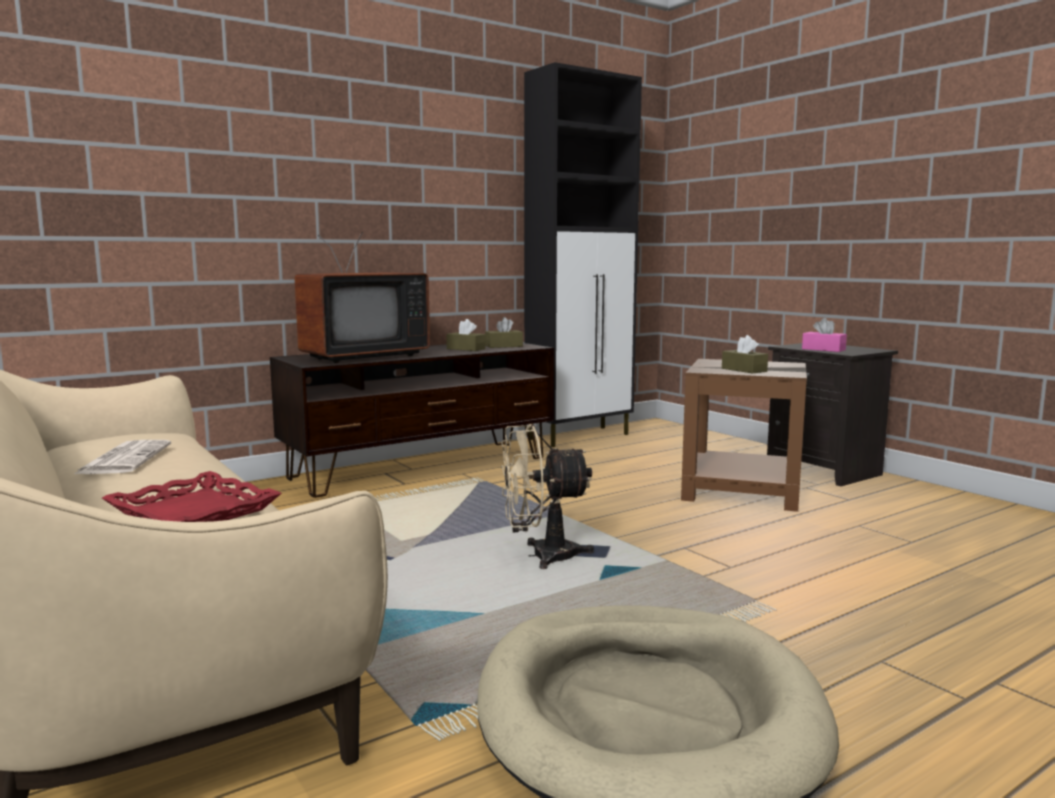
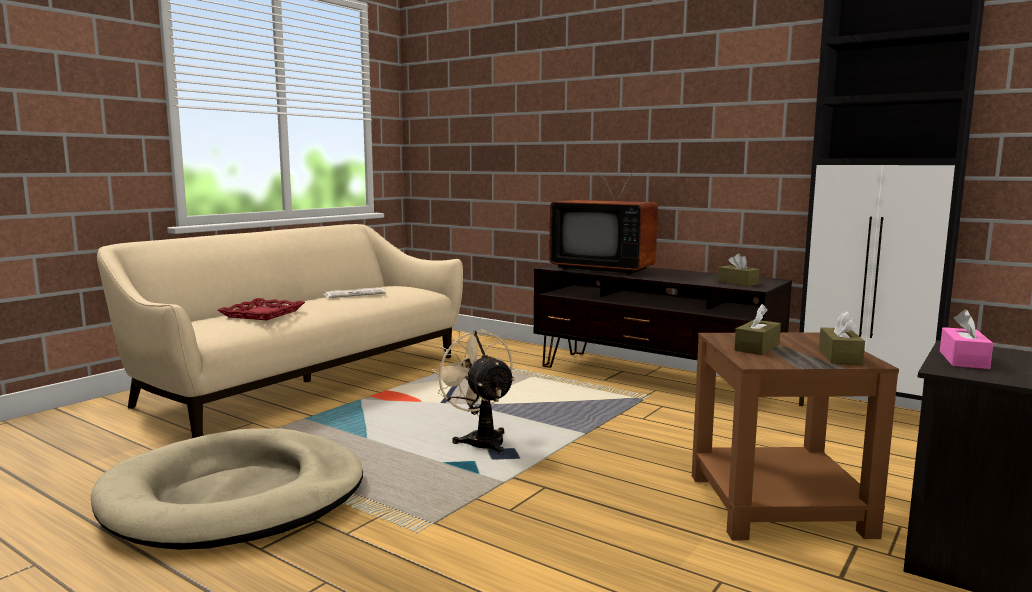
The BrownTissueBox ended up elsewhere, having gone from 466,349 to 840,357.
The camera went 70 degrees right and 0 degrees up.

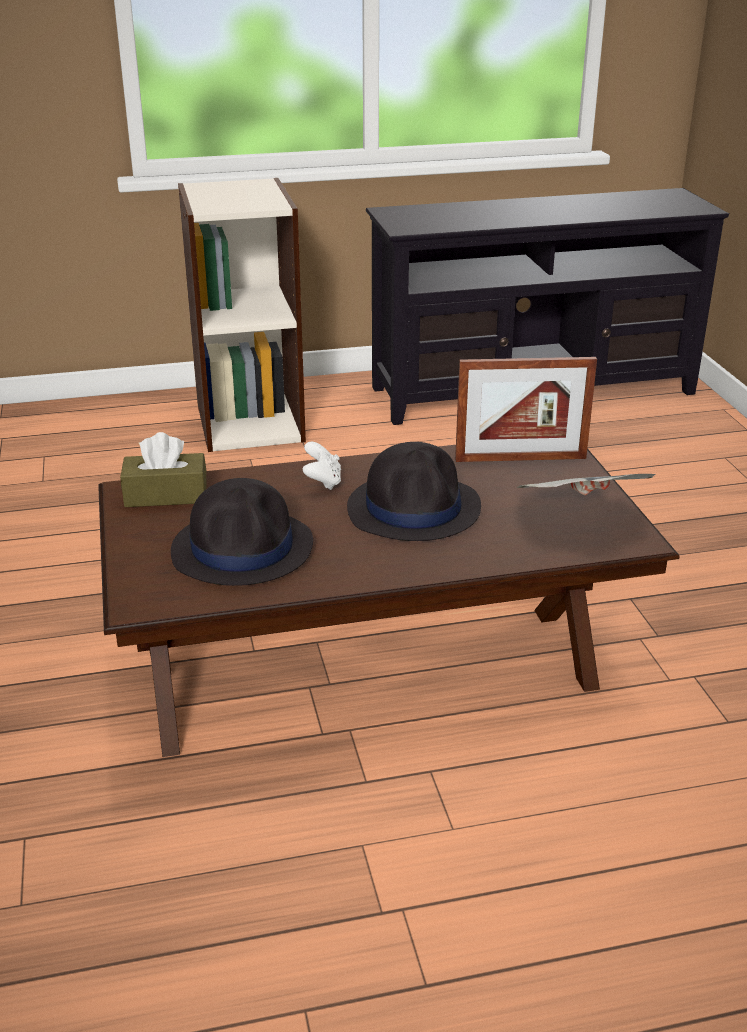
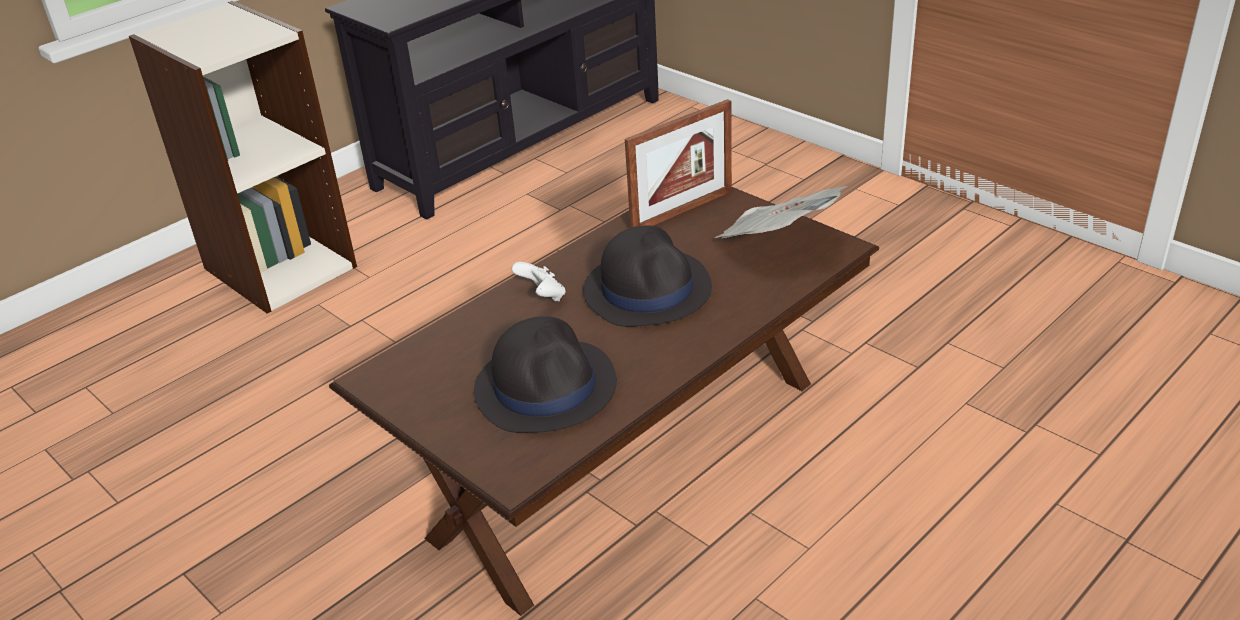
The second view lost the BrownTissueBox at 166,495.
The camera went 30 degrees left and 5 degrees up.

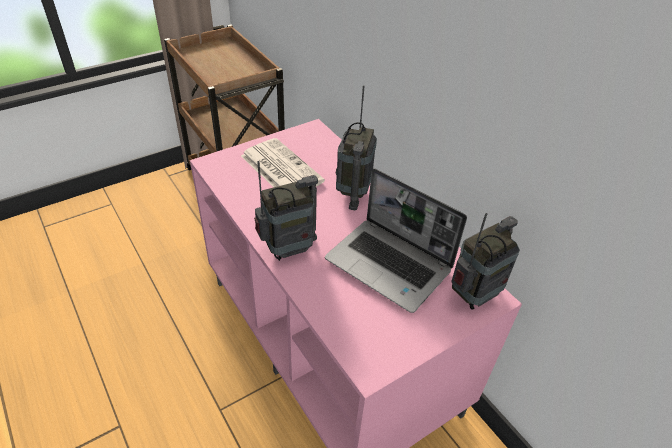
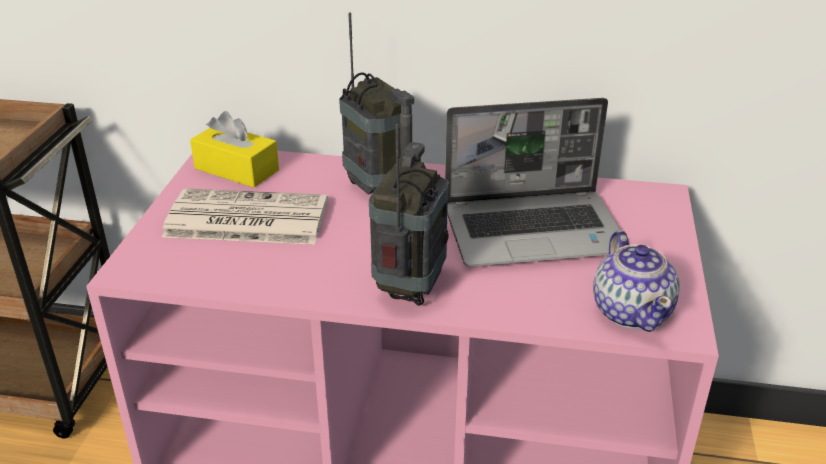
The second view lost the Radio at 474,296.
The second view gained the YellowTissueBox at 236,169.
The second view gained the Teapot at 632,311.
The camera went 45 degrees left and 10 degrees down.

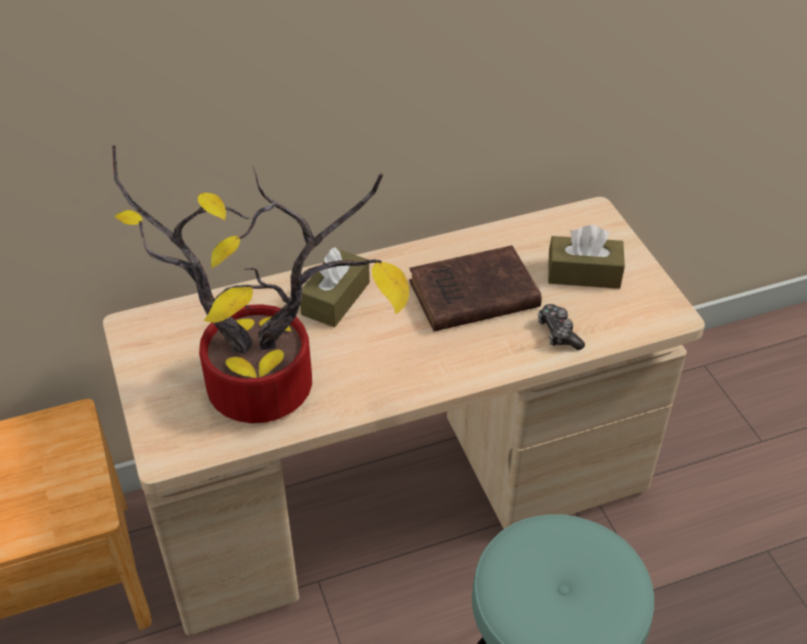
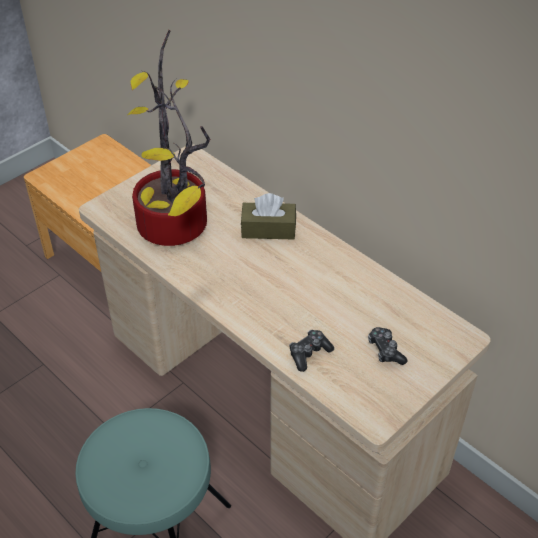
Where the BrownTissueBox stood at 583,273, the GameController came to stand at 385,350.
The second view lost the BrownBook at 470,295.
The camera went 65 degrees right and 0 degrees up.

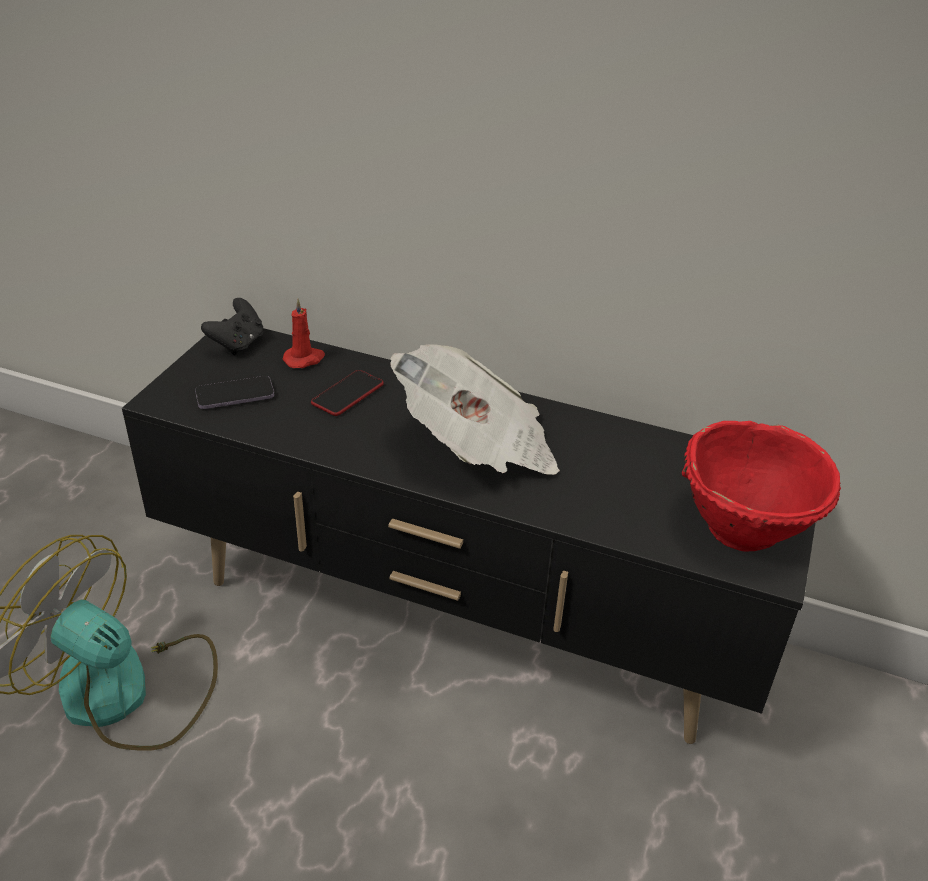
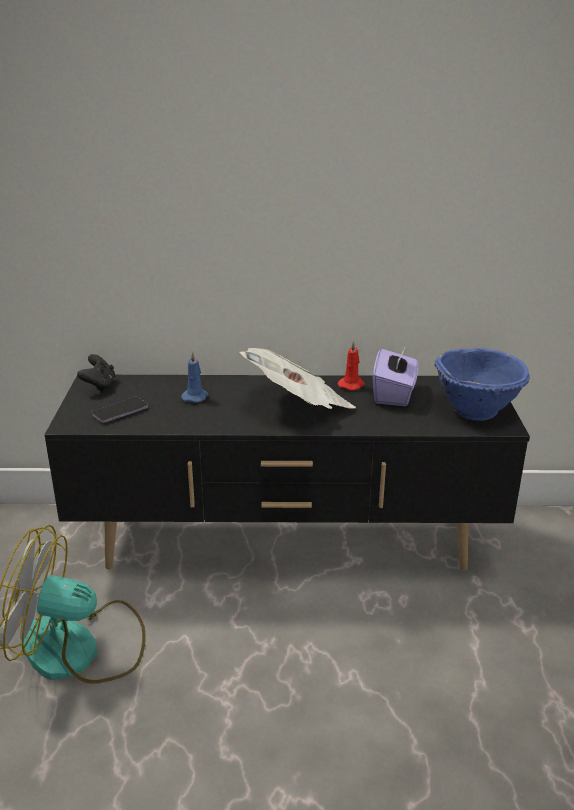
The RedCandle ended up elsewhere, having gone from 304,359 to 352,385.
Where the Phone stood at 347,394, the BlueCandle came to stand at 195,396.
What was the RedBowl at 746,527 turned into the BlueBowl at 476,410.
The second view gained the PurpleTissueBox at 394,394.
The camera went 20 degrees left and 10 degrees down.

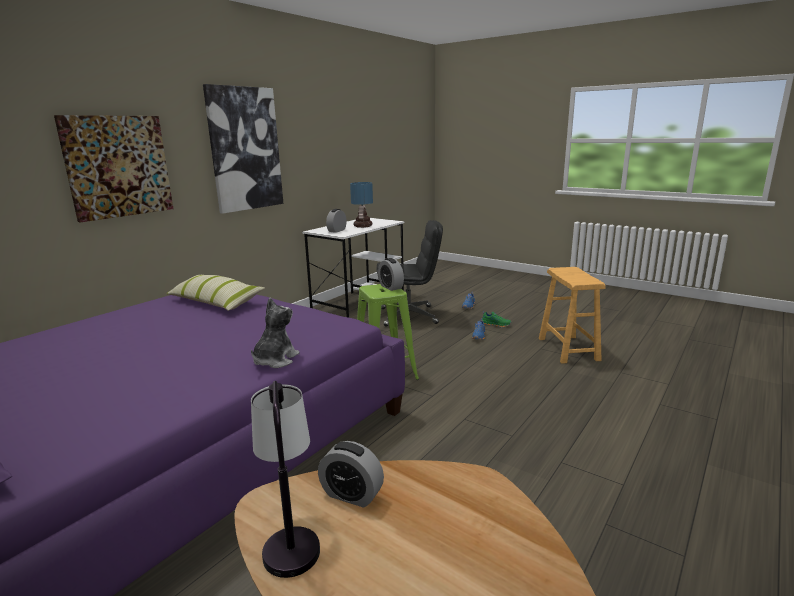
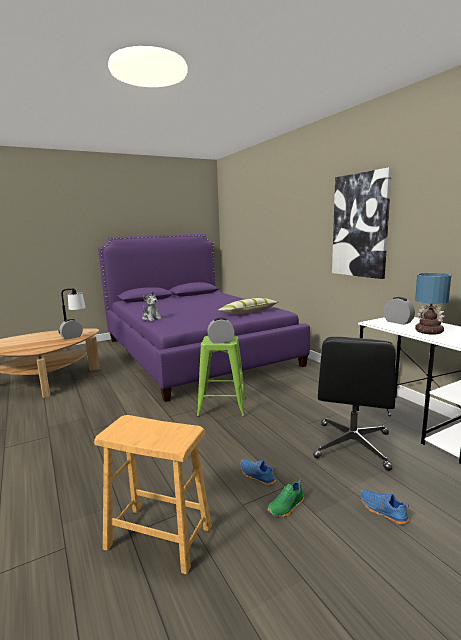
The second view lost the Picture at 118,166.
The camera went 115 degrees right and 5 degrees down.

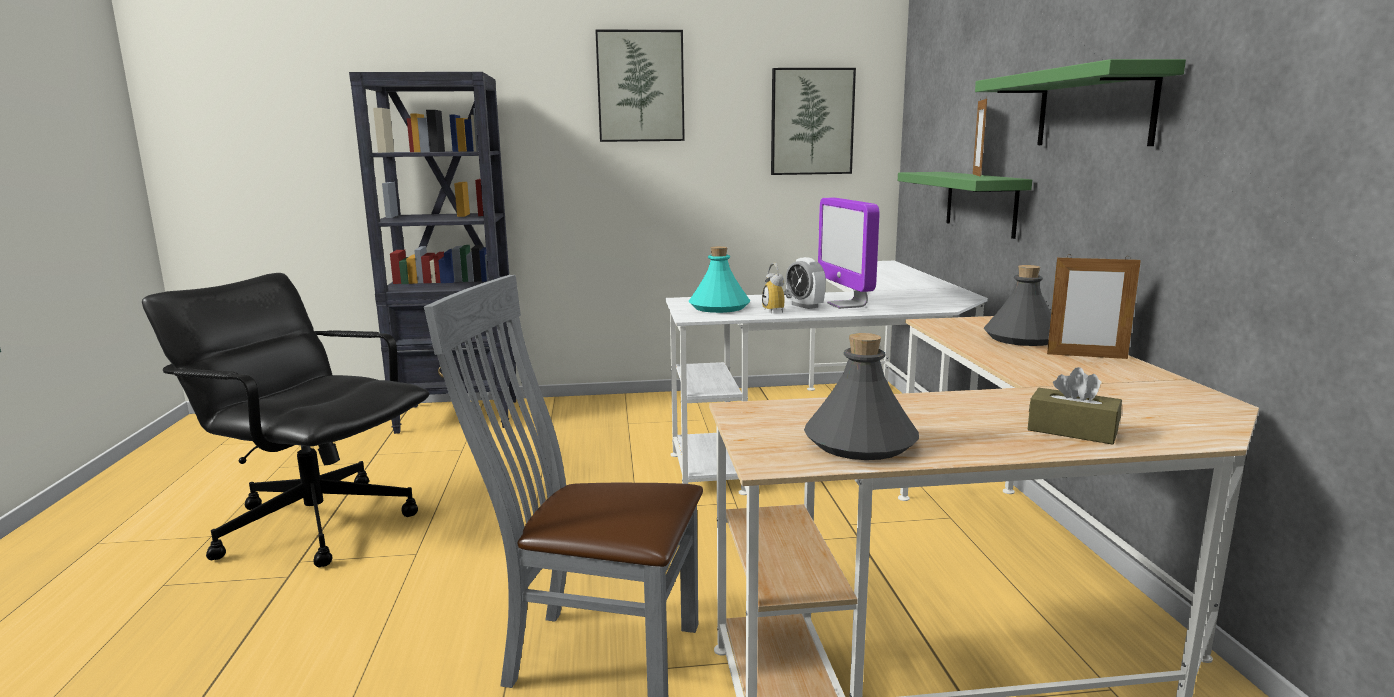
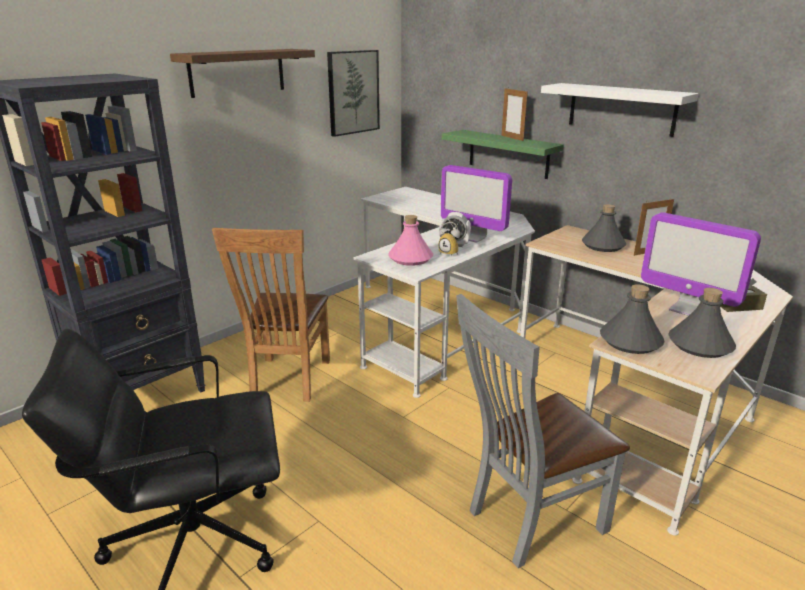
Where the Picture hung at 640,86, the BrownShelf came to hang at 237,72.
What was the GreenShelf at 1094,109 turned into the WhiteShelf at 621,109.
What was the TurquoiseBottle at 719,307 turned into the PinkBottle at 410,258.
The second view gained the Monitor at 686,309.
The second view gained the BrownChair at 287,381.
The second view gained the GreyBottle at 631,342.
The camera went 40 degrees left and 10 degrees up.

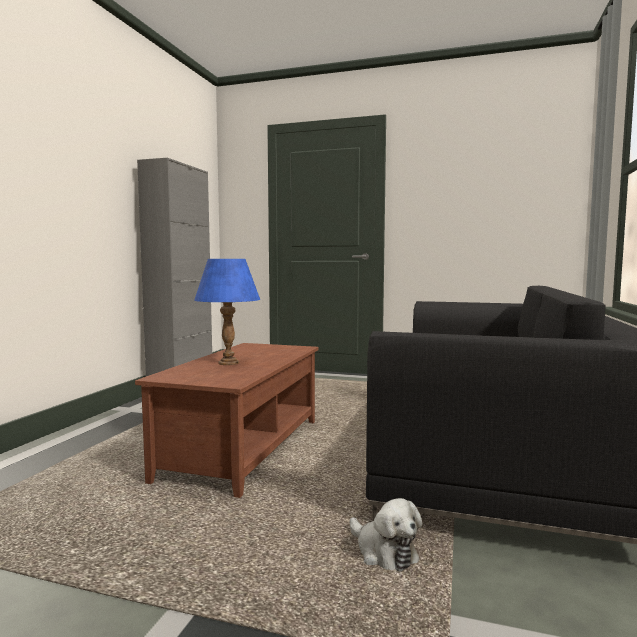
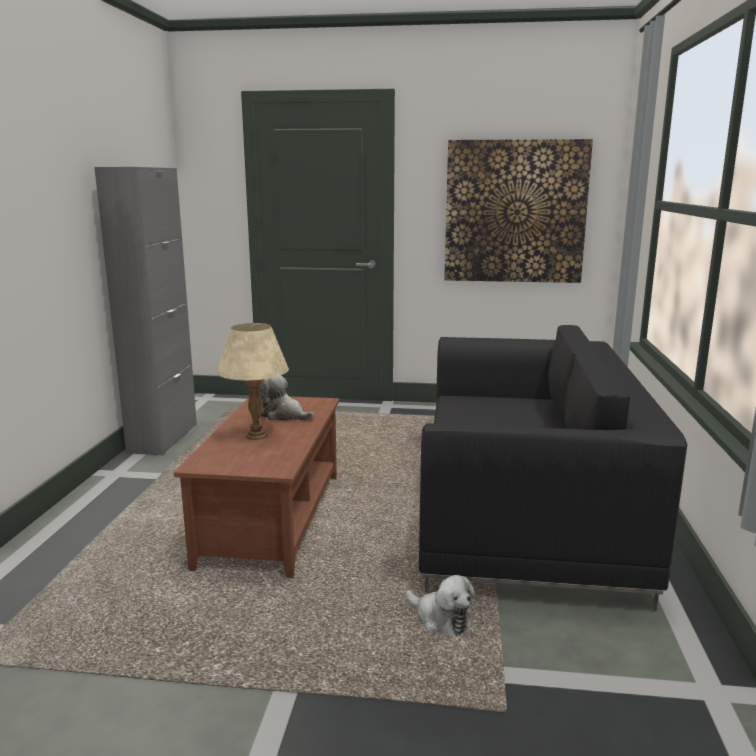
What was the BlueTableLamp at 229,363 turned into the BeigeTableLamp at 257,435.
The second view gained the Picture at 515,212.
The second view gained the PlushToy at 284,416.
The camera went 10 degrees left and 10 degrees up.

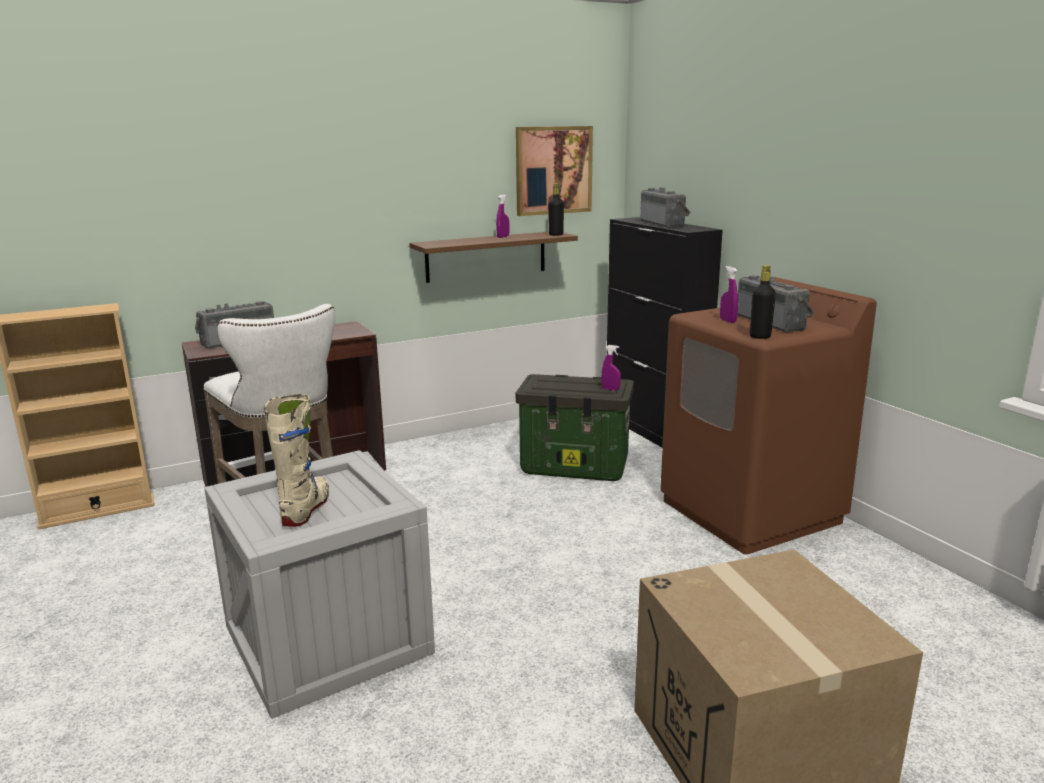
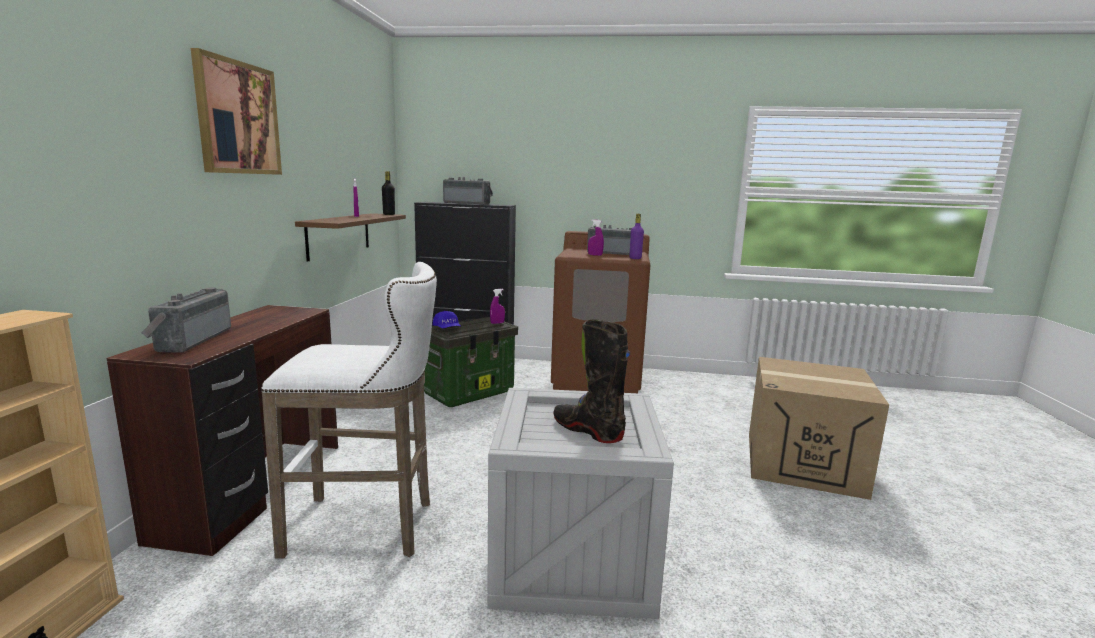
The Picture ended up elsewhere, having gone from 553,170 to 237,118.
What was the BlackBottle at 760,336 turned into the PurpleBottle at 635,258.
What was the BeigeBoot at 306,509 turned into the BlackBoot at 588,430.
The second view gained the BlueCap at 447,329.
The camera went 55 degrees left and 5 degrees down.

